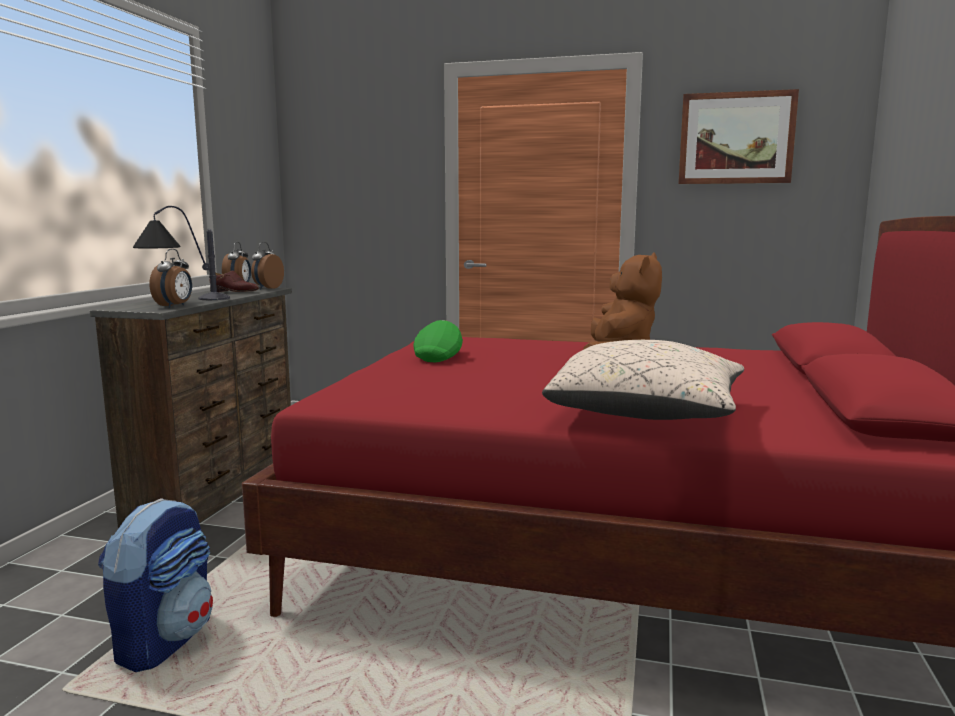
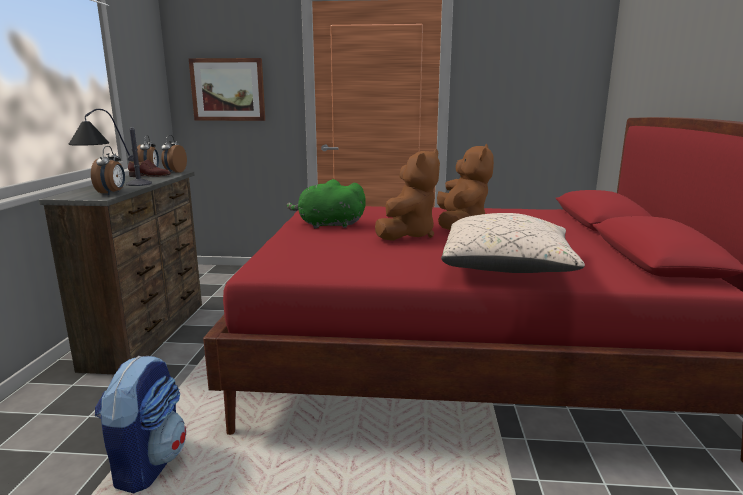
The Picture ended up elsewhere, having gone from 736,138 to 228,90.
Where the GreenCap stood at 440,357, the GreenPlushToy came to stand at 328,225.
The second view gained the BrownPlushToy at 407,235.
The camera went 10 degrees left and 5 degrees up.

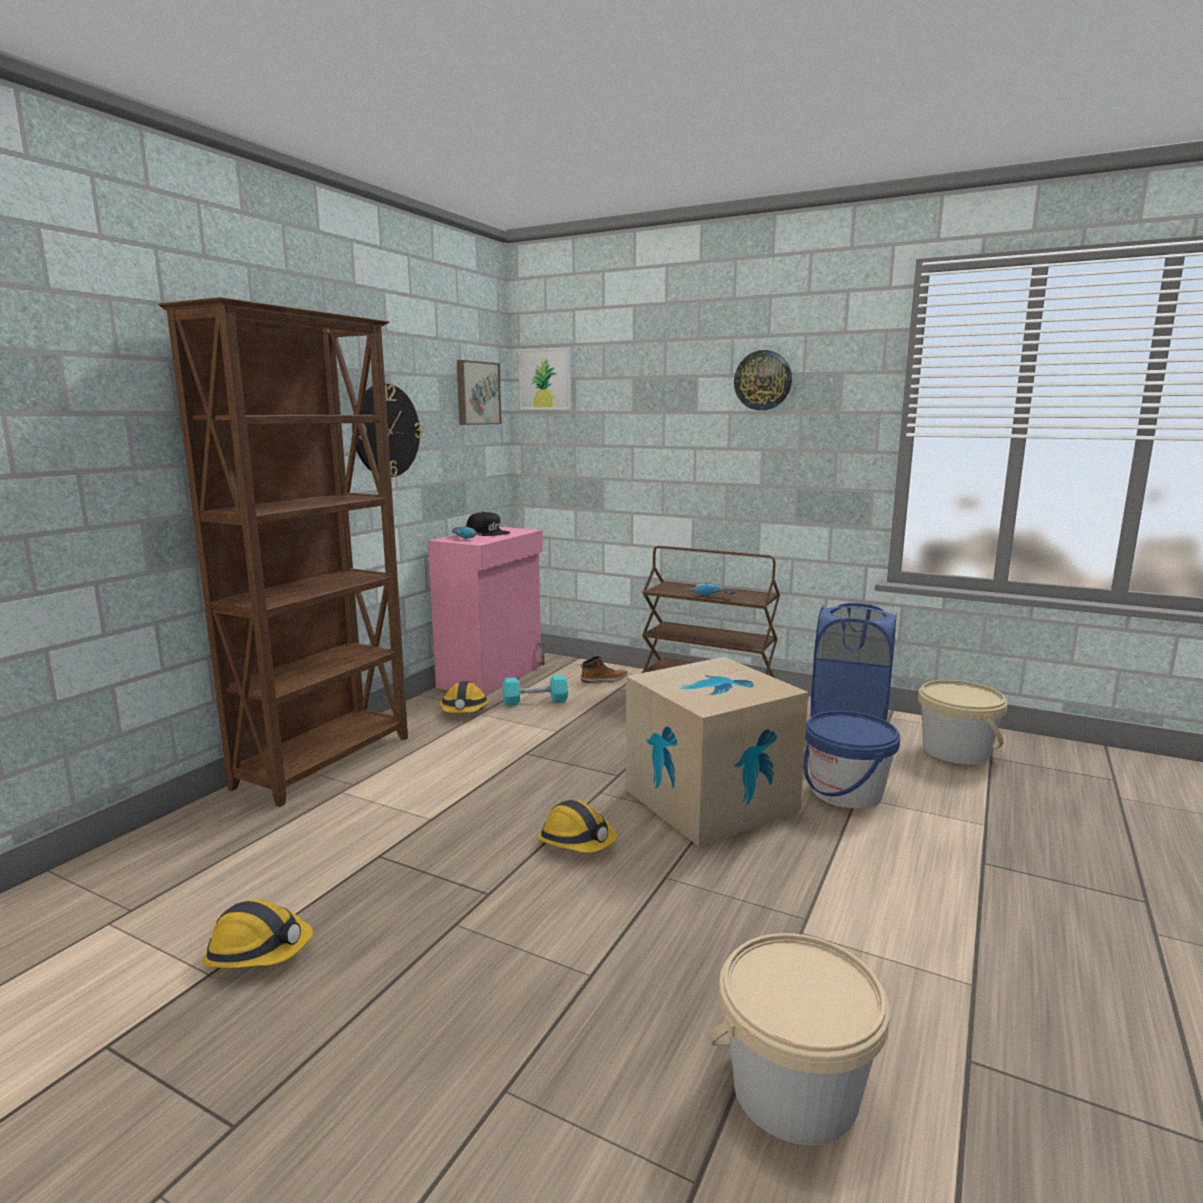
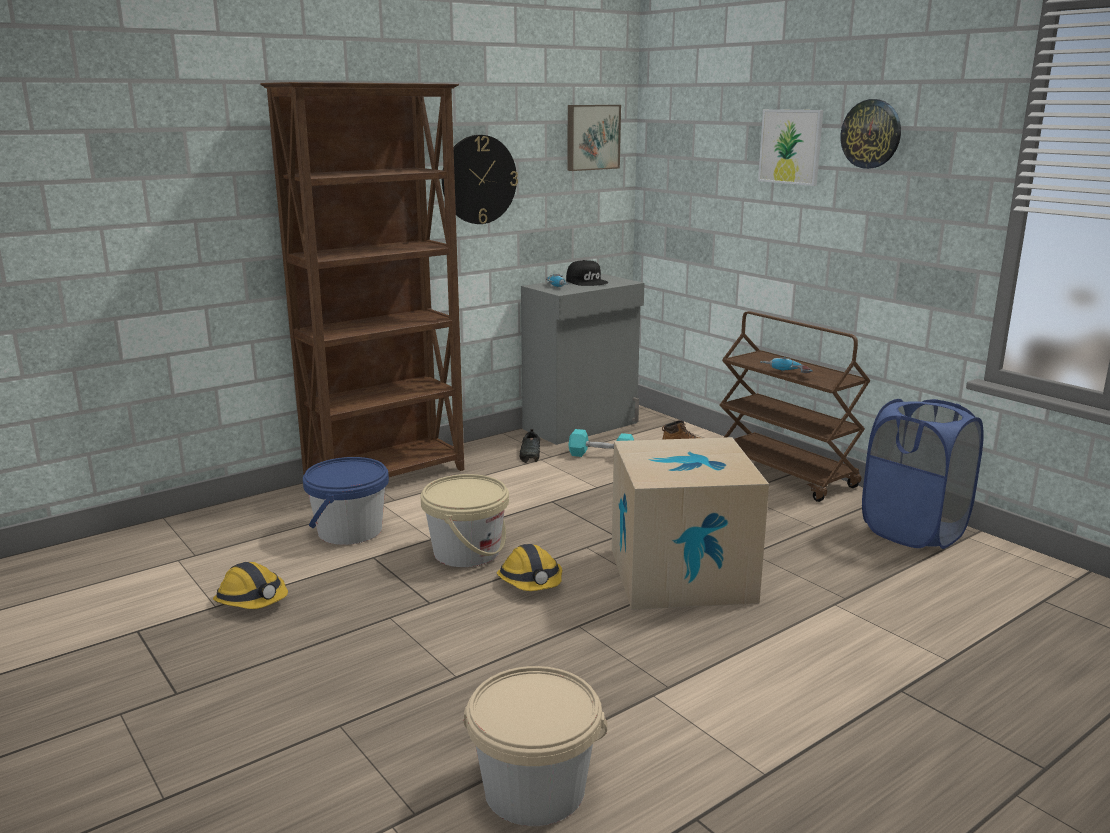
The Picture ended up elsewhere, having gone from 545,379 to 790,146.
What was the PinkCabinet at 493,676 turned into the GreyCabinet at 582,426.
The BeigeBucket ended up elsewhere, having gone from 955,751 to 467,552.
Where the HardHat stood at 464,710, the BlackShoe came to stand at 530,453.
The BlueBucket ended up elsewhere, having gone from 846,792 to 349,531.
The camera went 25 degrees right and 5 degrees up.

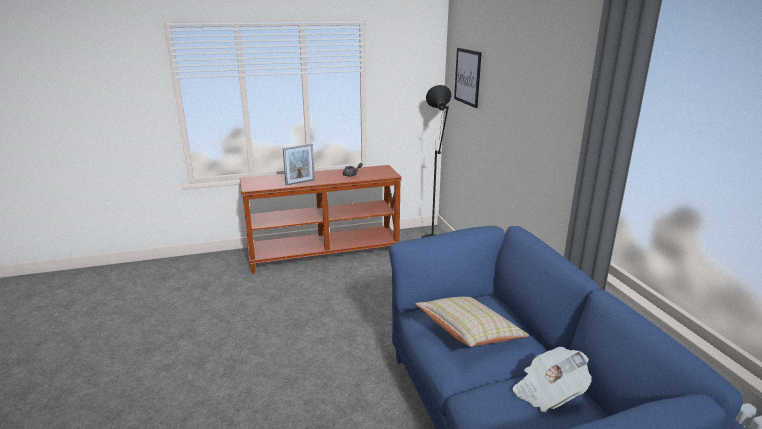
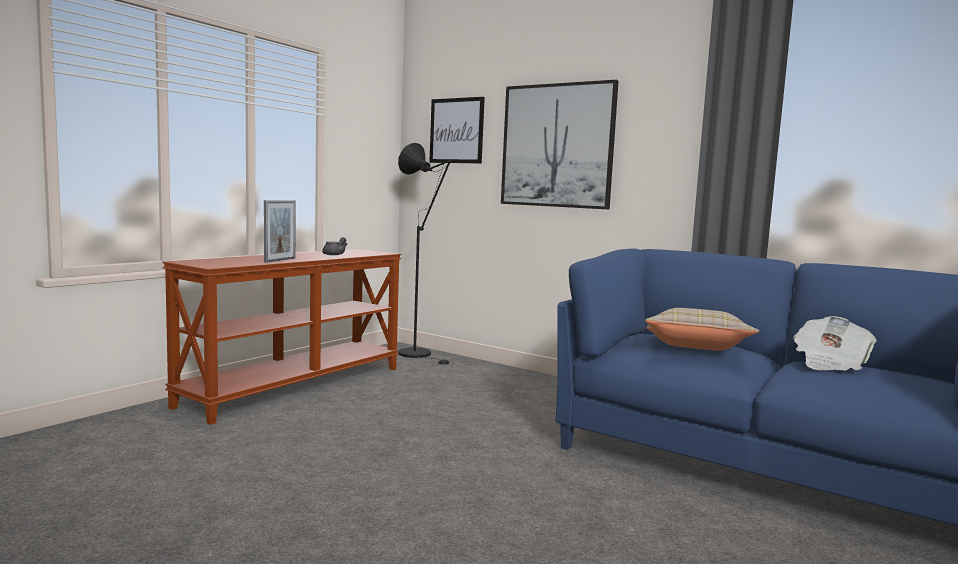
The second view gained the Picture at 557,146.
The camera went 40 degrees left and 15 degrees down.

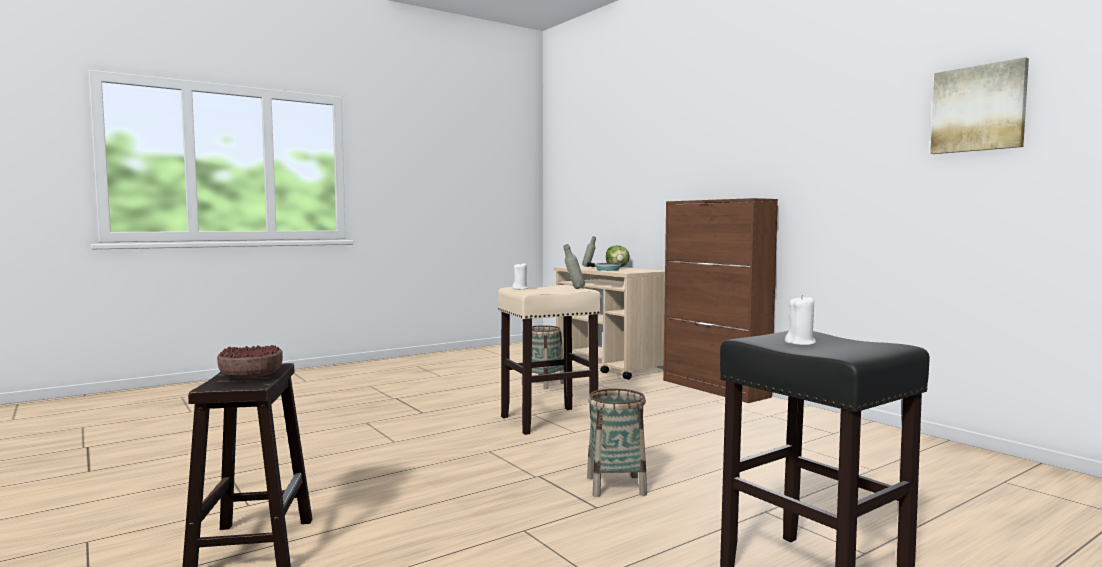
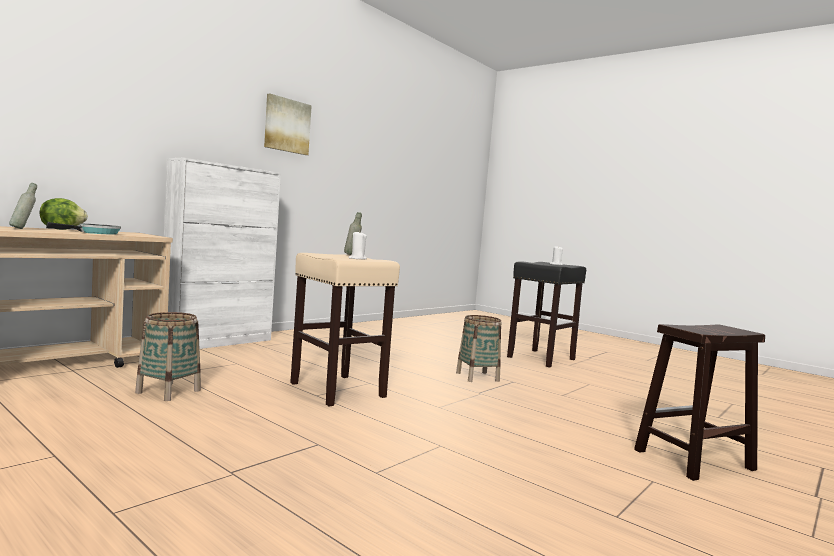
The Picture ended up elsewhere, having gone from 978,108 to 287,125.
What was the BrownCabinet at 715,388 turned into the WhiteCabinet at 218,342.
The second view lost the Bowl at 251,376.
The camera went 105 degrees left and 0 degrees up.

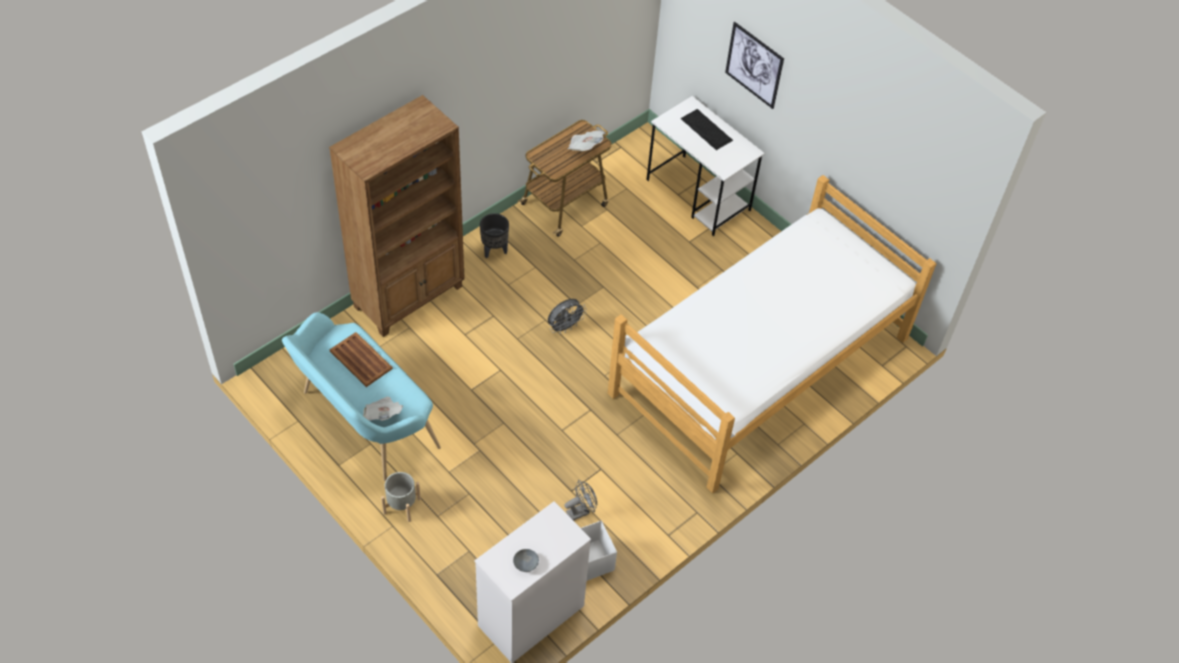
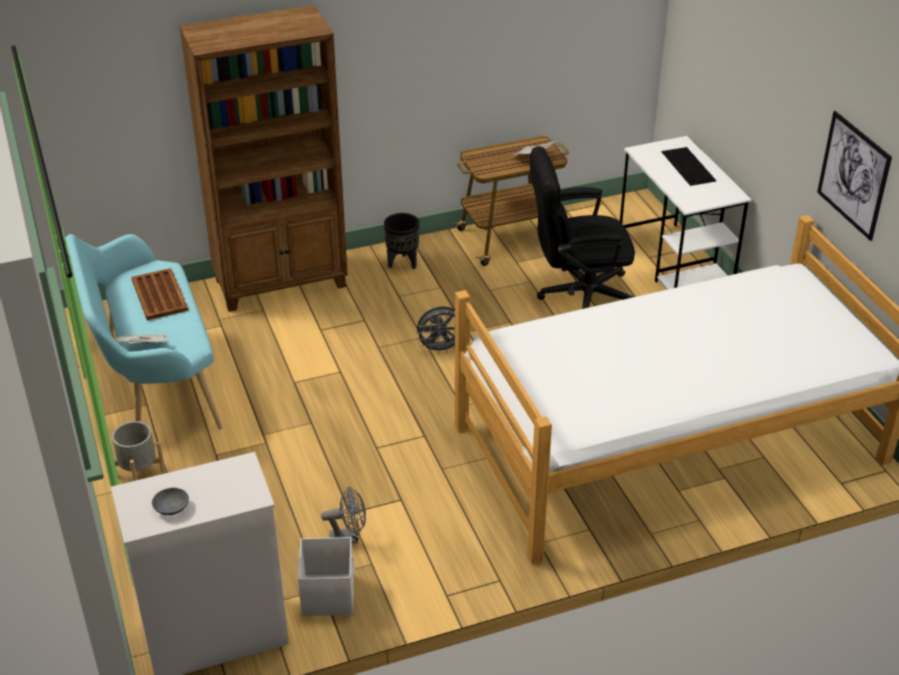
The Picture ended up elsewhere, having gone from 754,65 to 853,175.
The second view gained the BlackOfficeChair at 577,295.
The camera went 25 degrees right and 15 degrees down.

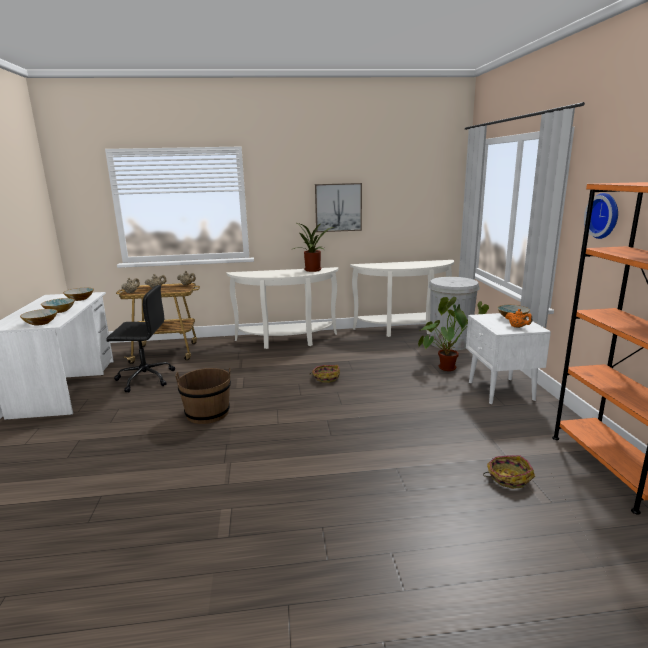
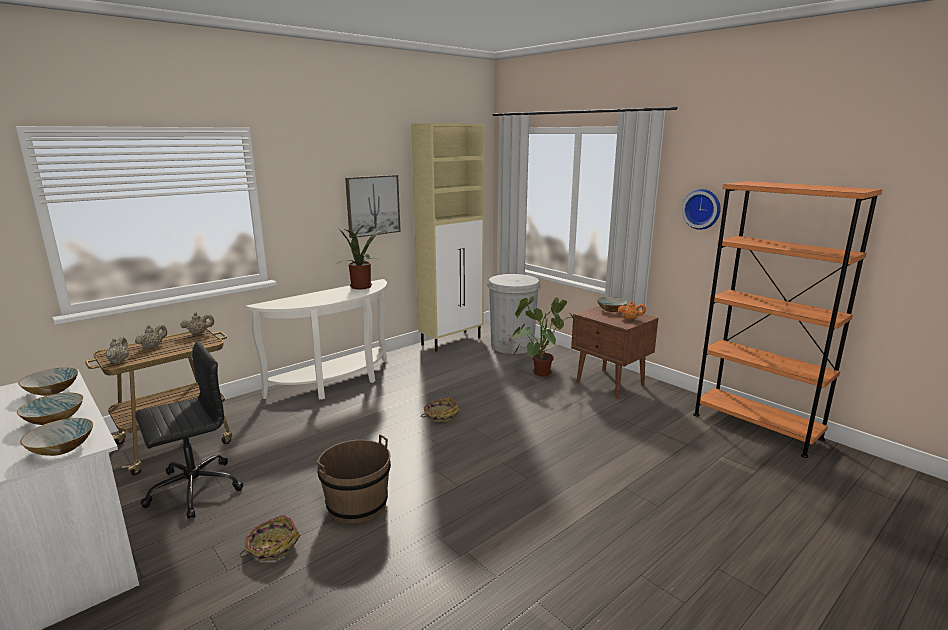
Where the WhiteConsoleTable stood at 404,330, the BeigeCabinet came to stand at 452,341.
What was the WhiteNightstand at 500,391 turned into the BrownNightstand at 610,384.
The Basket ended up elsewhere, having gone from 508,478 to 272,547.
The camera went 35 degrees left and 0 degrees up.

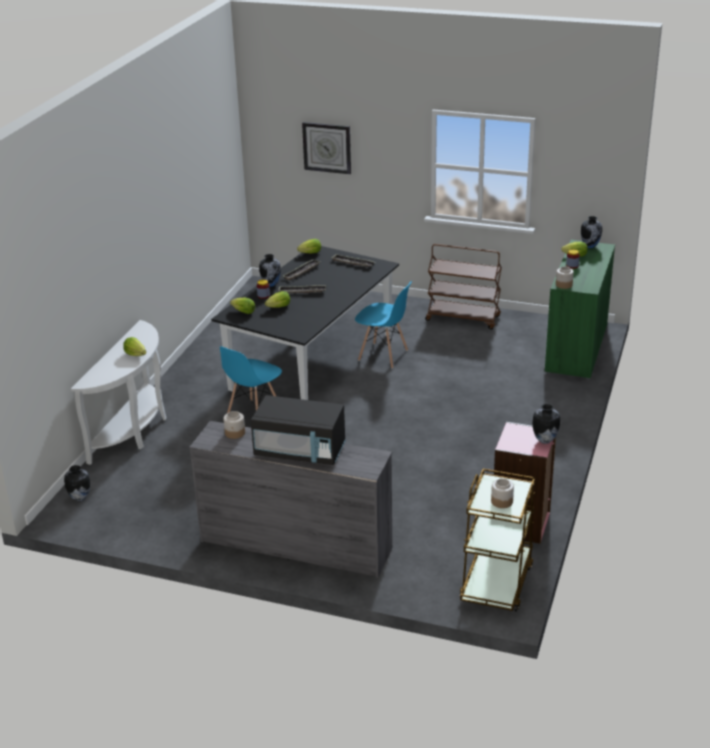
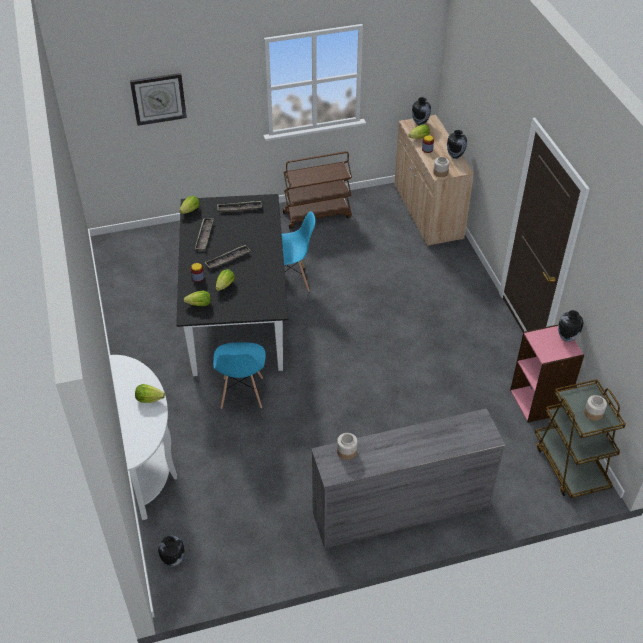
What was the GreenCabinet at 576,348 turned into the BeigeCabinet at 427,212.
The Vase ended up elsewhere, having gone from 271,284 to 455,156.
The second view lost the BlackMicrowave at 300,451.
The camera went 35 degrees left and 15 degrees up.

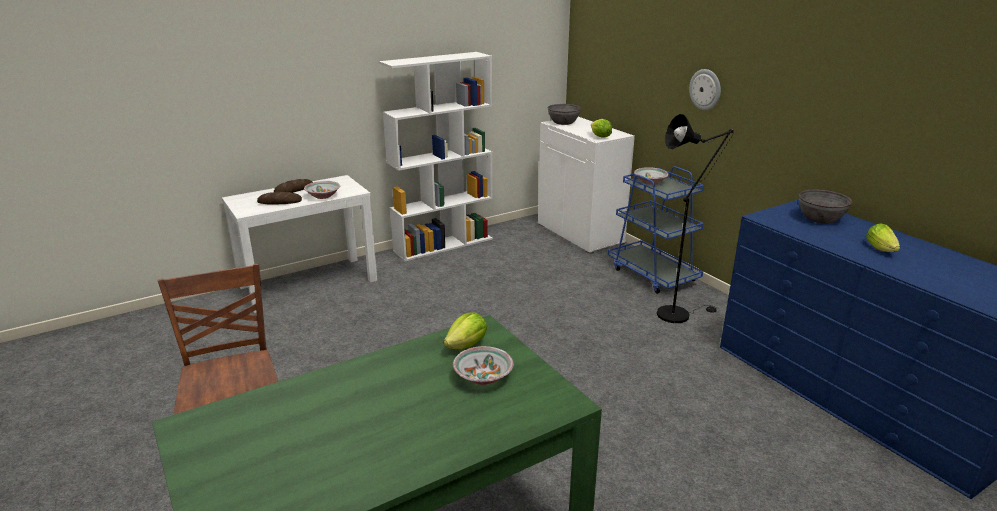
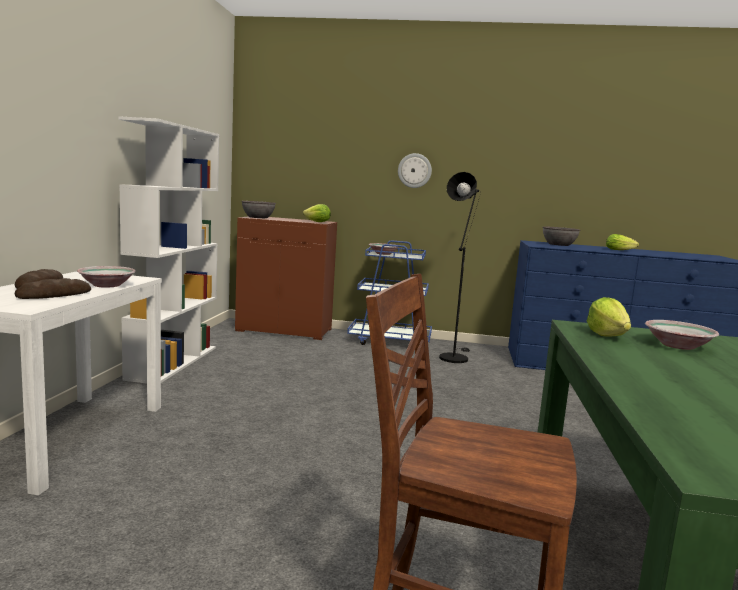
What was the WhiteCabinet at 581,234 turned into the BrownCabinet at 285,330.
The camera went 50 degrees left and 15 degrees down.

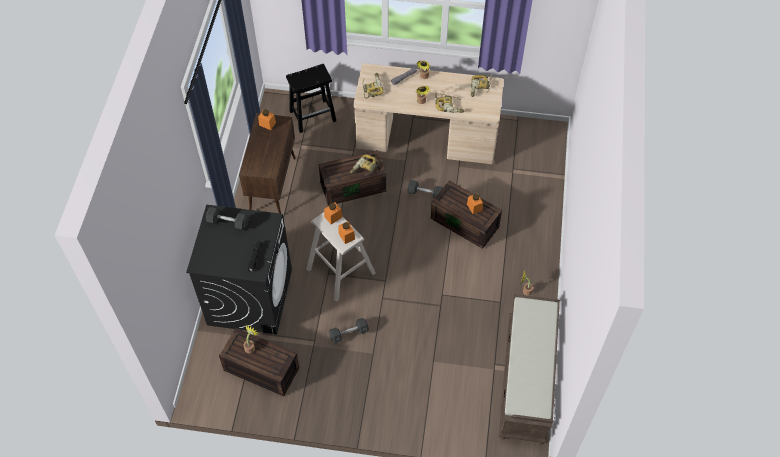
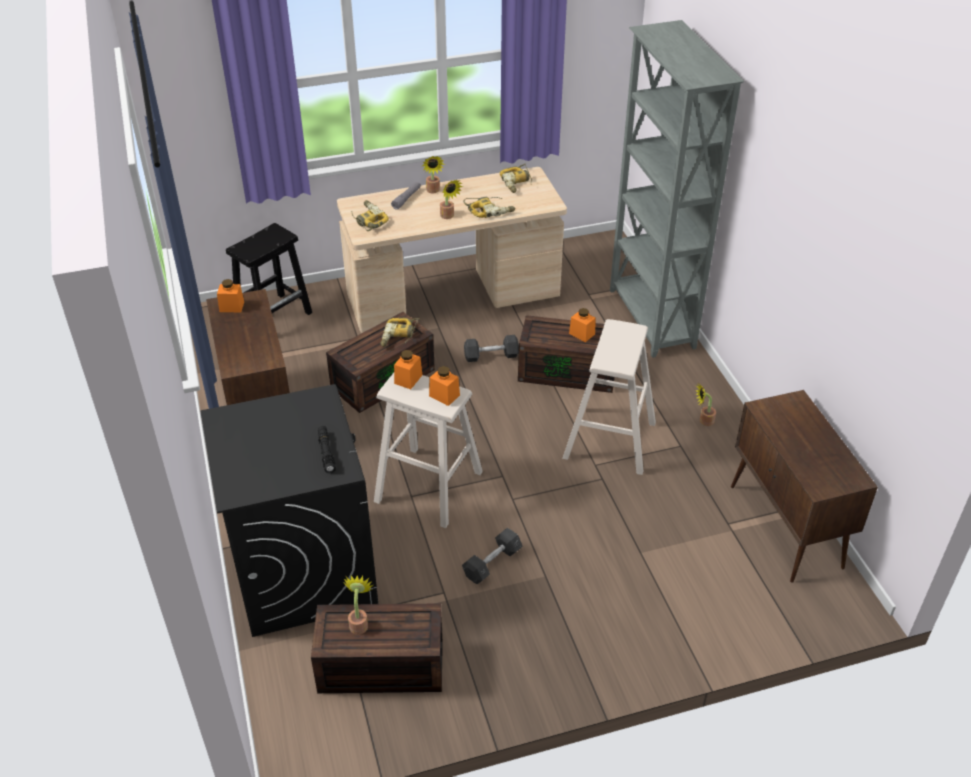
The second view lost the GreyDumbbell at 228,222.
Where the BrownBench stood at 526,380, the BrownCabinet came to stand at 786,527.
The second view gained the GreyBookcase at 650,319.
The second view gained the BeigeStool at 609,440.
The camera went 25 degrees left and 15 degrees down.

